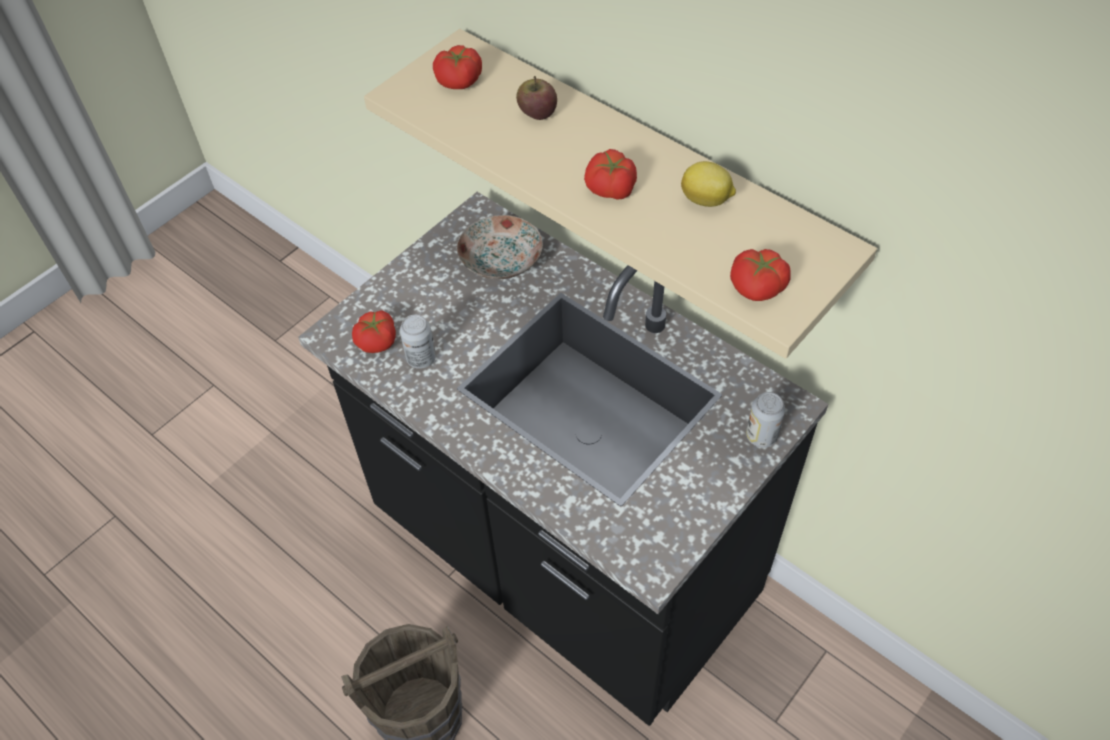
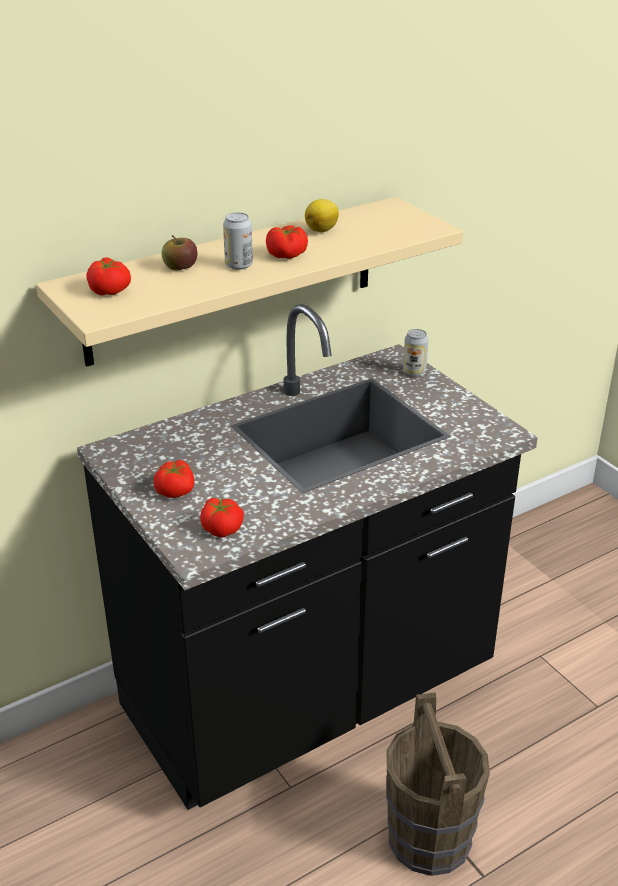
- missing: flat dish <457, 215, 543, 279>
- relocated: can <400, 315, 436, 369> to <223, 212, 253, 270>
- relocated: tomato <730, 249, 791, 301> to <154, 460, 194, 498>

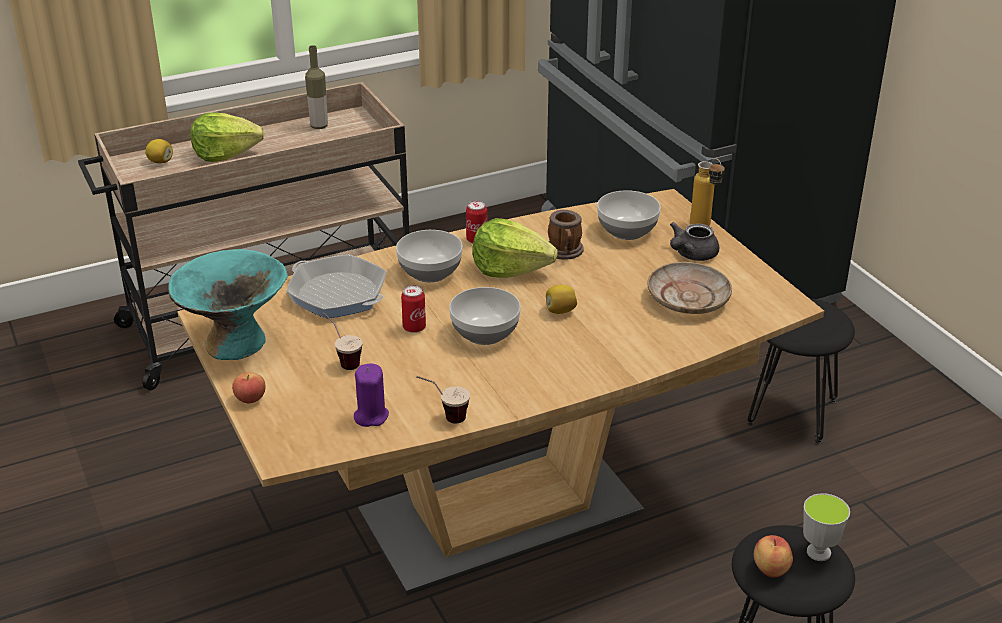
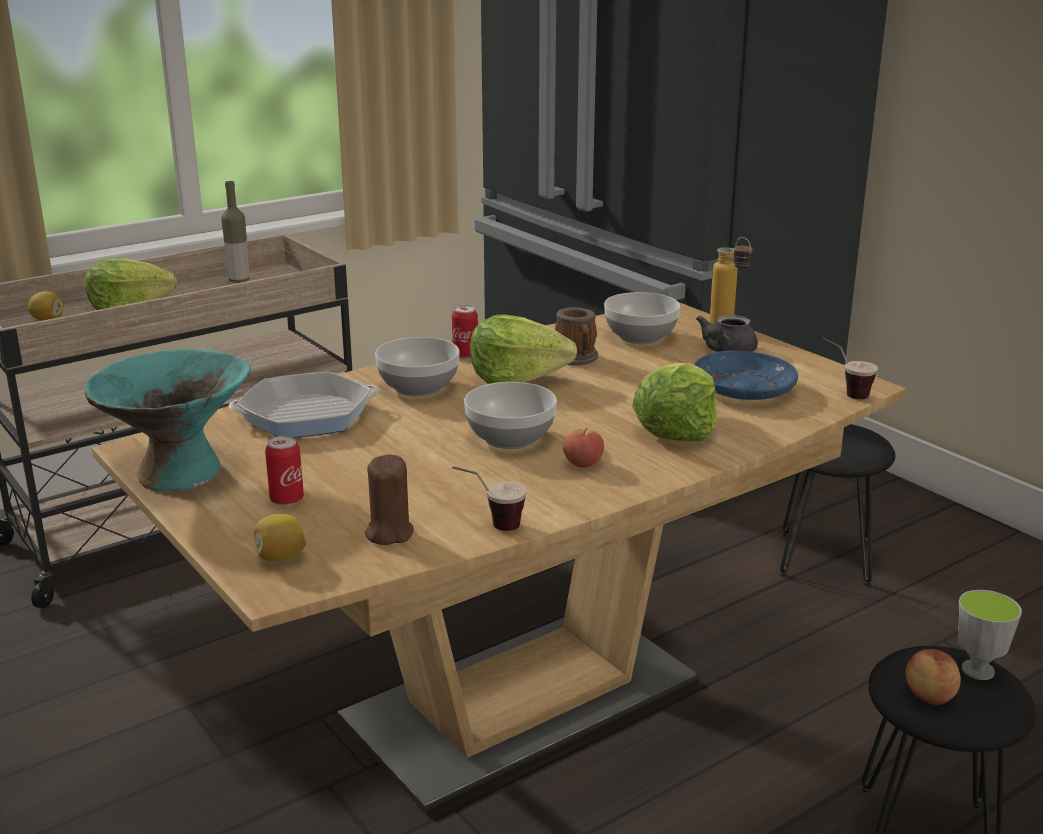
- appeared: head of lettuce <632, 363, 718, 441>
- relocated: apple fruit <232, 372, 266, 403> to <563, 428, 604, 467>
- relocated: cup <323, 313, 363, 370> to <822, 337, 878, 399>
- relocated: can <401, 285, 426, 333> to <265, 436, 304, 506>
- relocated: citrus fruit <546, 285, 577, 314> to <254, 514, 307, 562>
- colour: purplish candle <354, 363, 389, 427> to brown candle <365, 454, 414, 545>
- colour: beige flat dish <647, 262, 732, 314> to blue flat dish <694, 351, 798, 400>
- spun: frying pan <286, 254, 386, 319> = <229, 372, 379, 438> 135 degrees clockwise

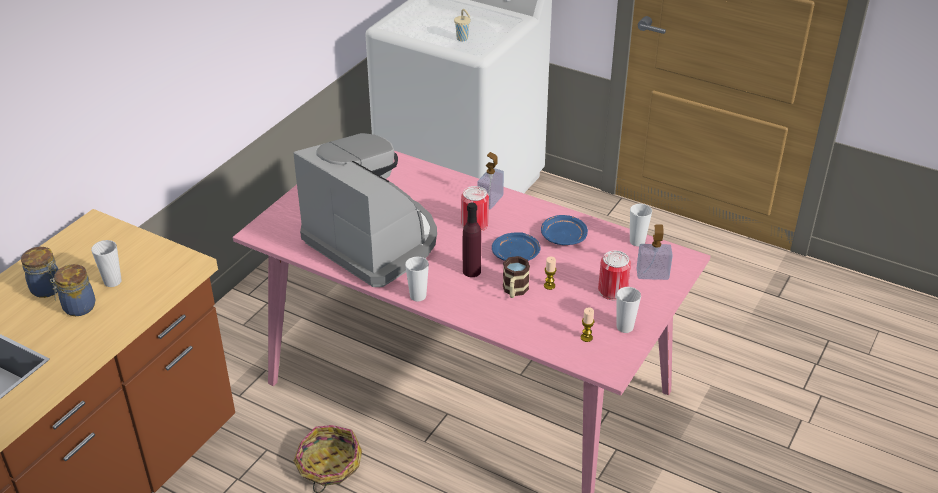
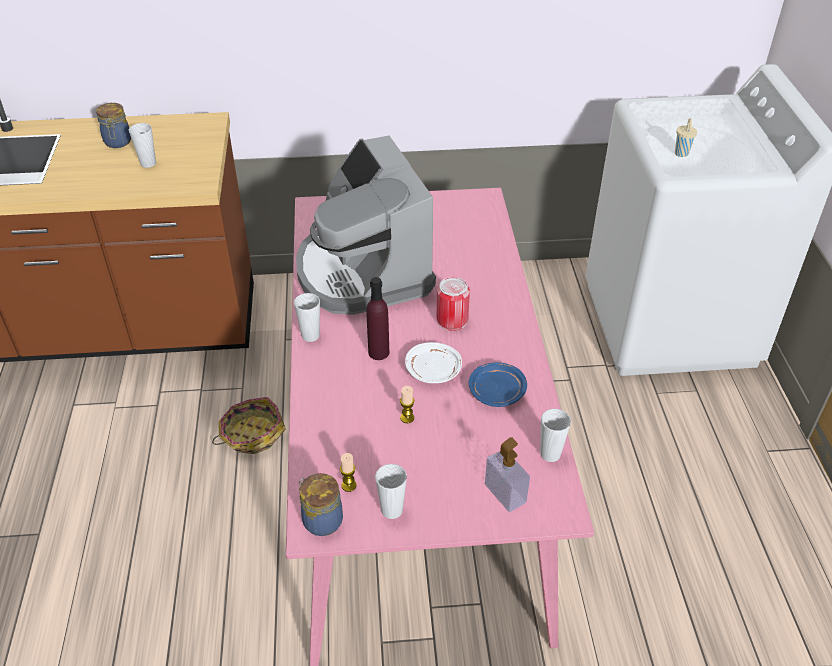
- missing: liquid soap bottle <477, 152, 504, 209>
- missing: coffee mug <503, 256, 530, 298>
- missing: can <598, 251, 631, 300>
- relocated: preserve jar <50, 264, 95, 316> to <299, 473, 343, 536>
- colour: blue flat dish <492, 232, 540, 261> to white-coloured flat dish <405, 342, 462, 383>
- spun: coffee brewer <293, 133, 437, 287> = <296, 136, 436, 315> 150 degrees clockwise

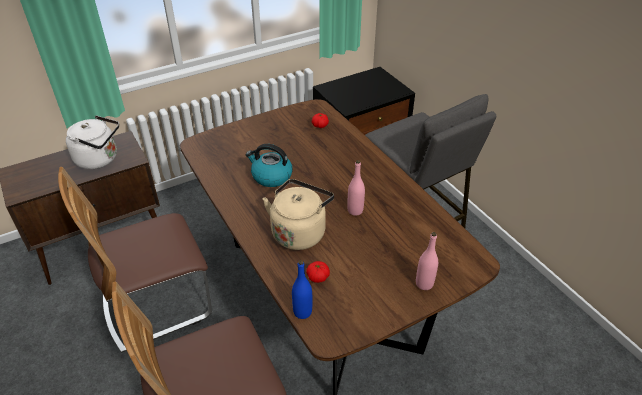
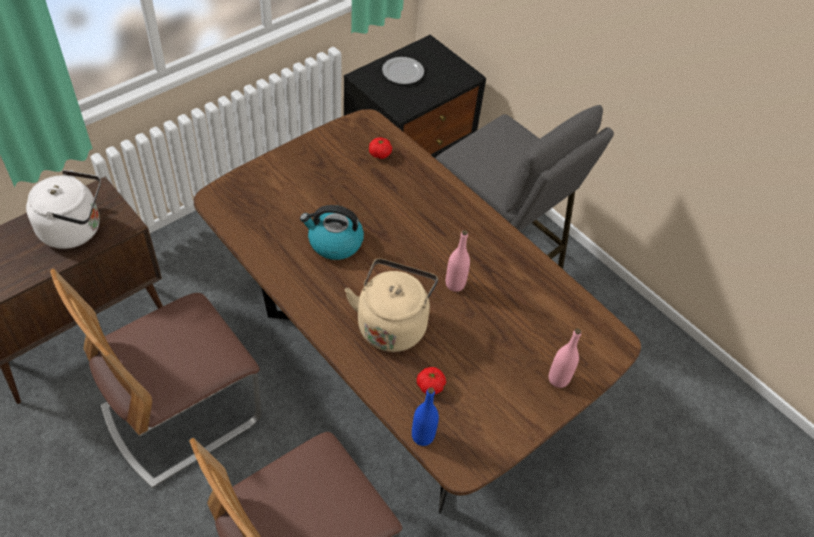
- appeared: flat dish <382, 57, 424, 84>

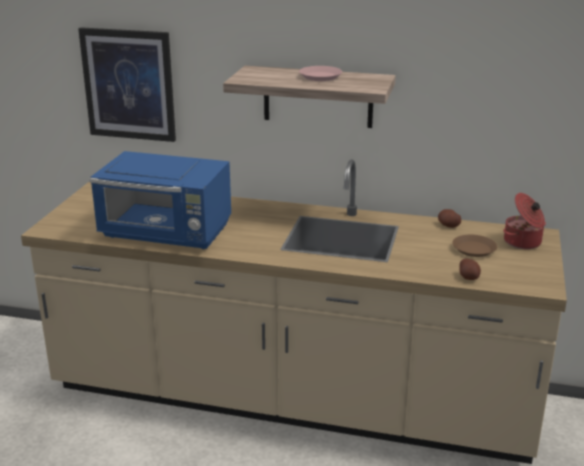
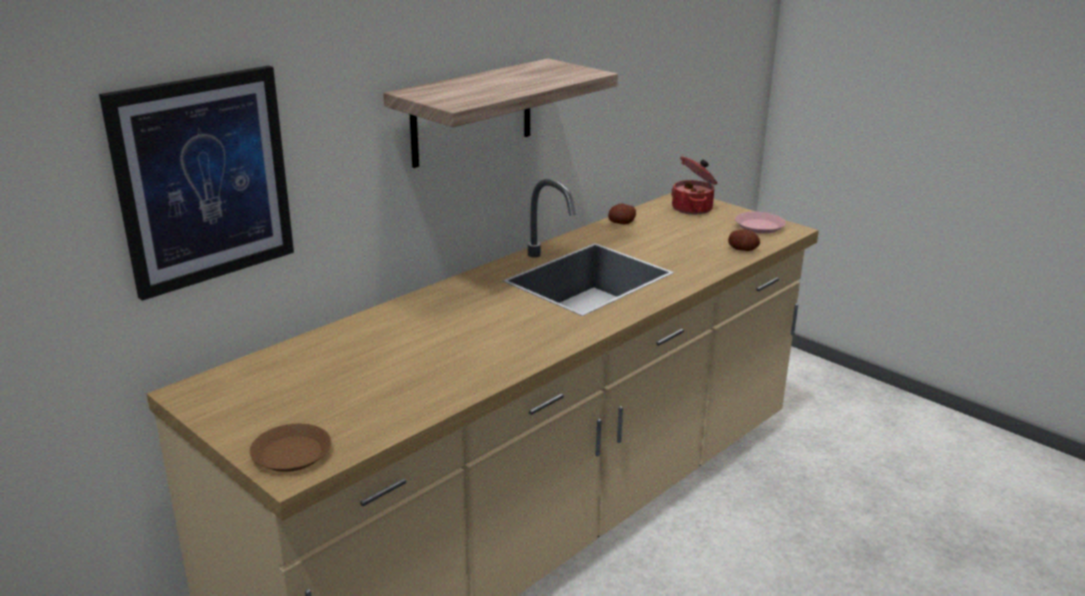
- missing: blue microwave <89, 151, 231, 249>
- relocated: pink-coloured flat dish <299, 66, 342, 81> to <735, 212, 786, 234>
- relocated: brown flat dish <452, 235, 497, 257> to <250, 423, 331, 472>

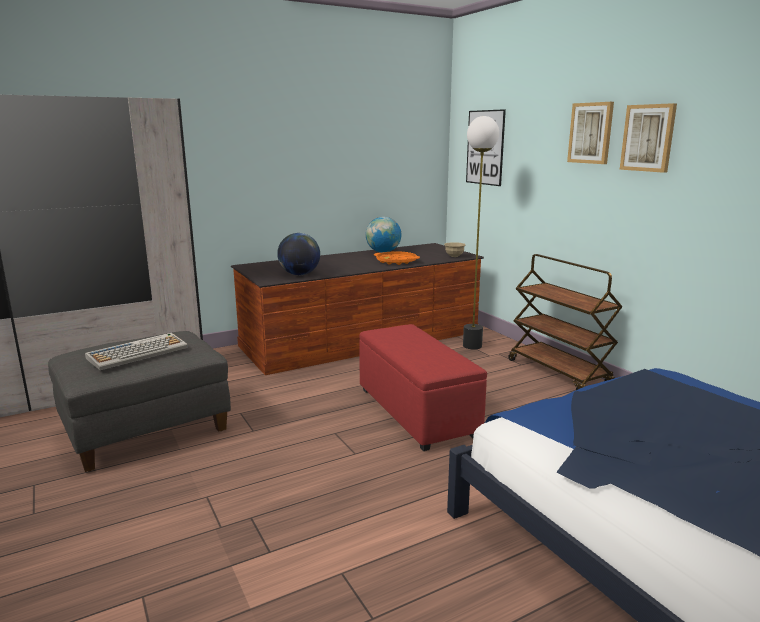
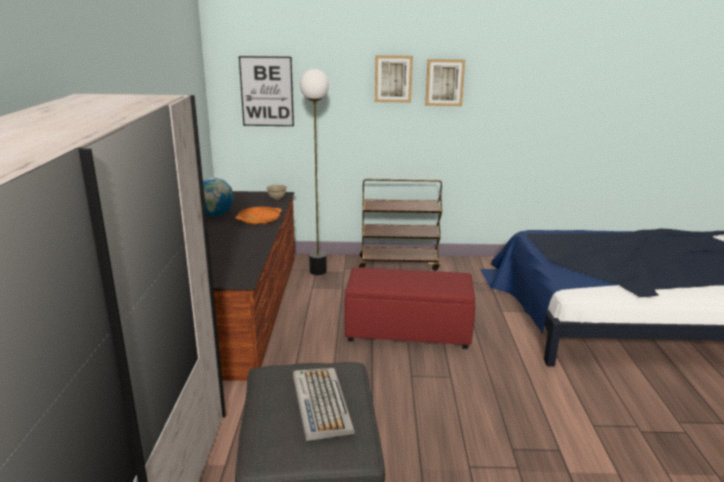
- missing: desk globe <277, 233, 320, 275>

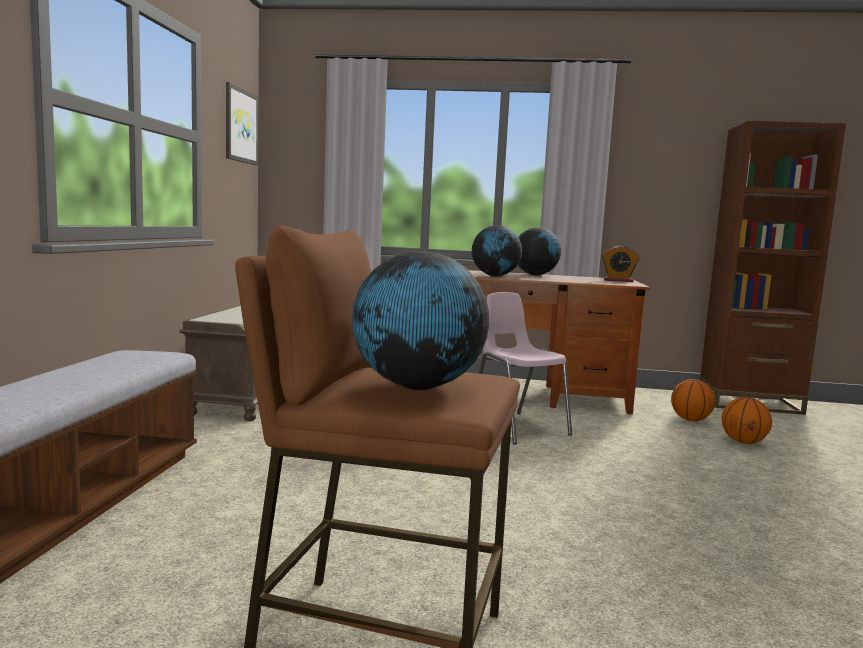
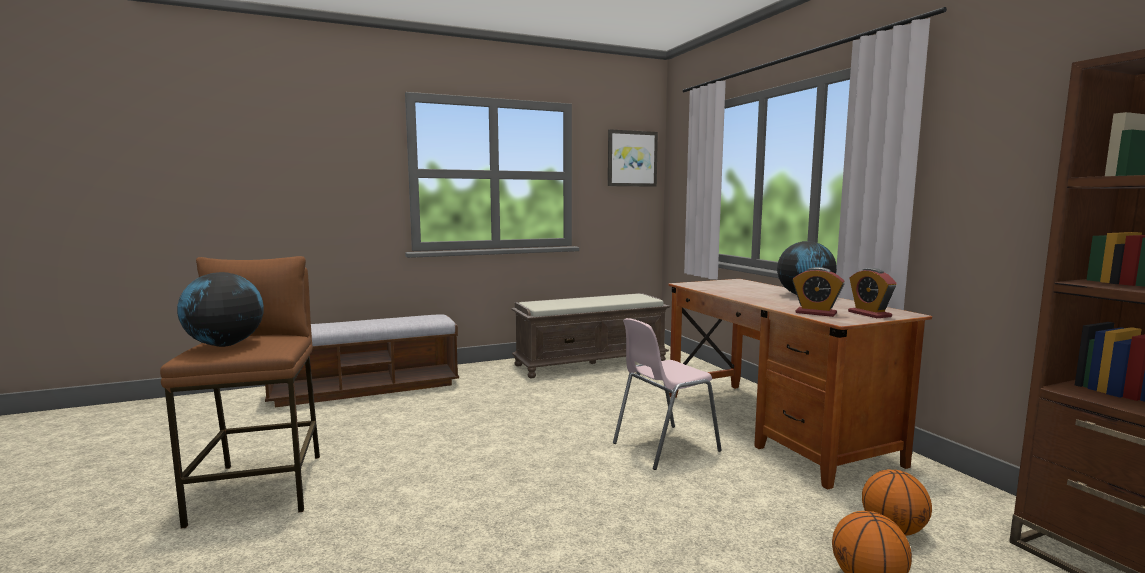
- missing: desk globe <472, 226, 522, 277>
- appeared: alarm clock <793, 267, 845, 317>
- spun: pink-coloured upright chair <479, 292, 572, 445> = <613, 318, 722, 470> 150 degrees counterclockwise

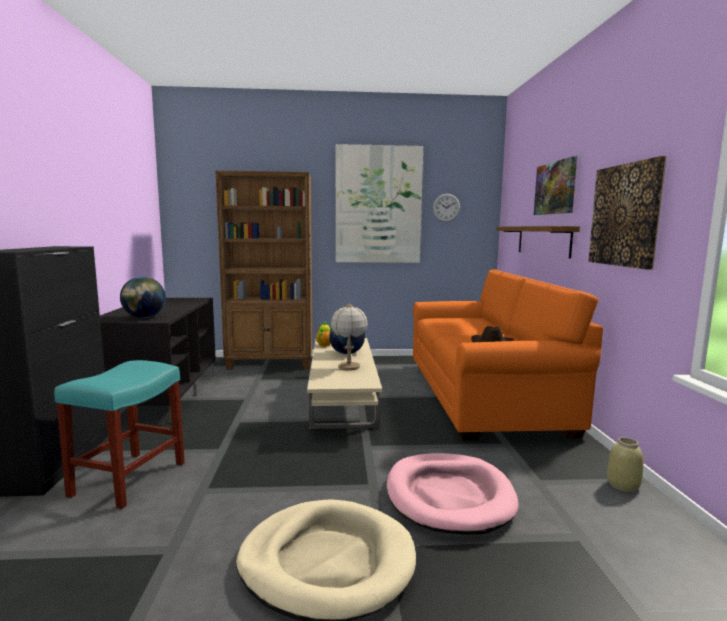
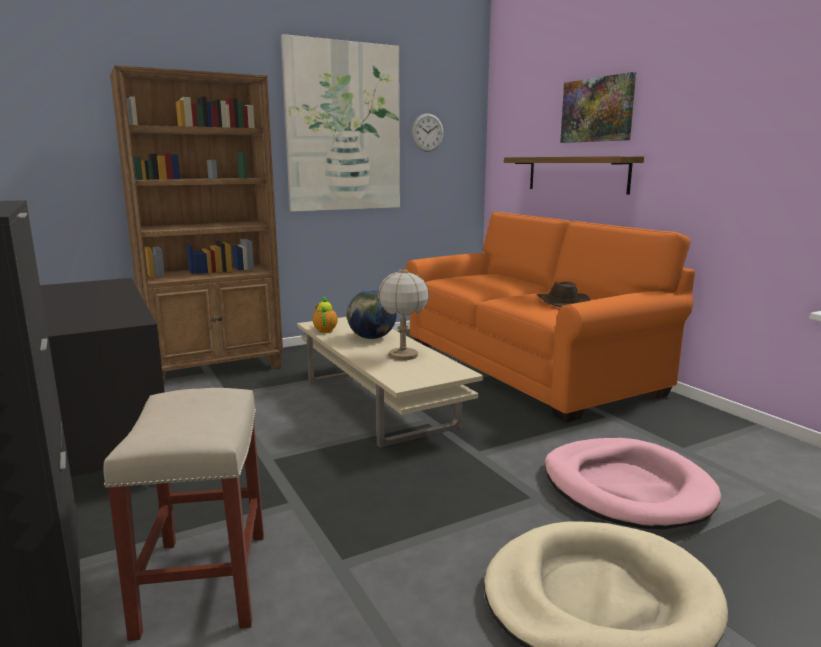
- missing: desk globe <120, 277, 166, 318>
- missing: wall picture <588, 156, 666, 270>
- missing: beige flower vase <607, 437, 644, 492>
- colour: turquoise stool seat <54, 360, 185, 509> to beige stool seat <103, 388, 264, 641>

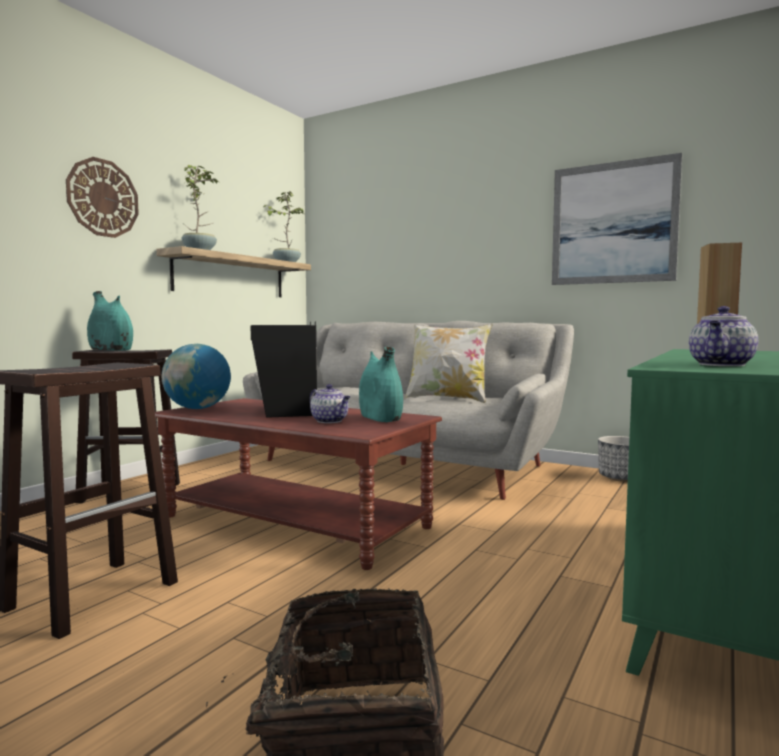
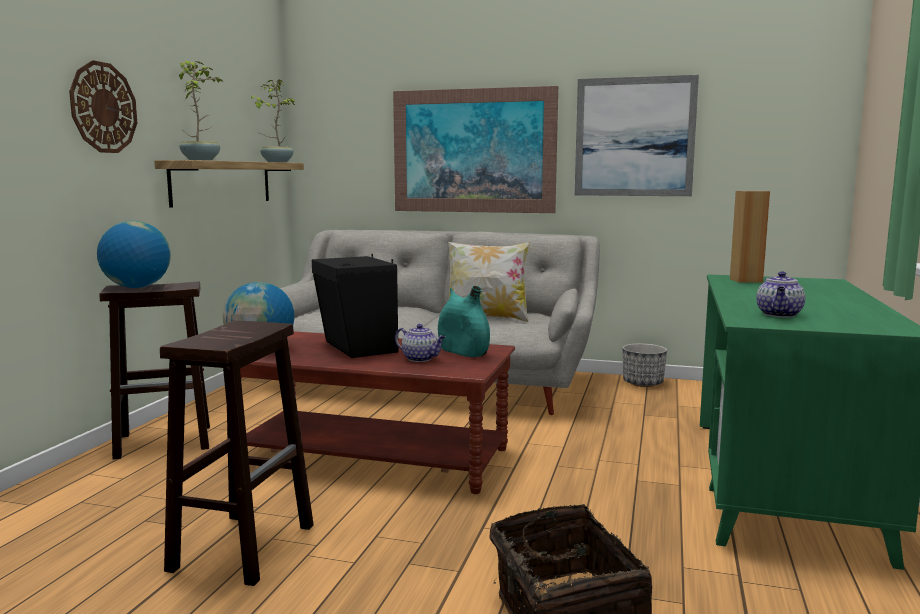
- appeared: wall picture <393, 86, 558, 213>
- exchanged: turquoise flower vase <87, 291, 133, 351> to desk globe <97, 221, 171, 288>

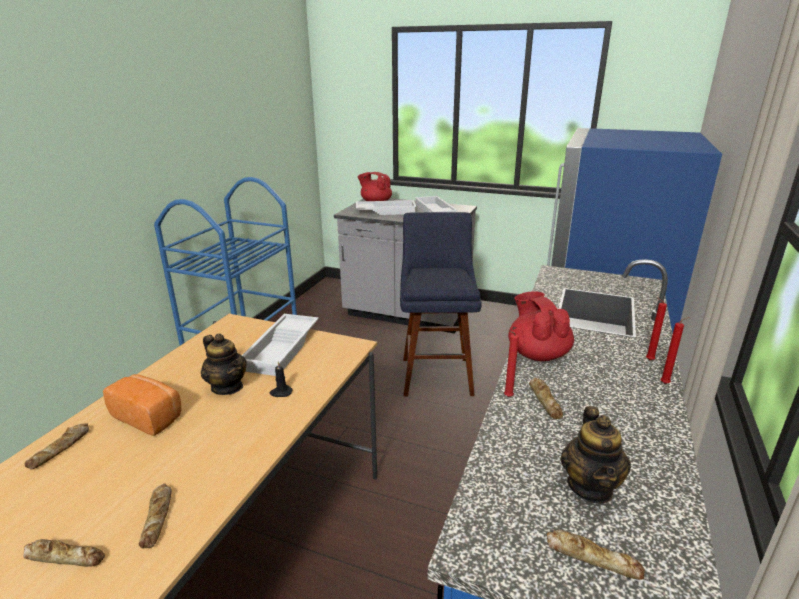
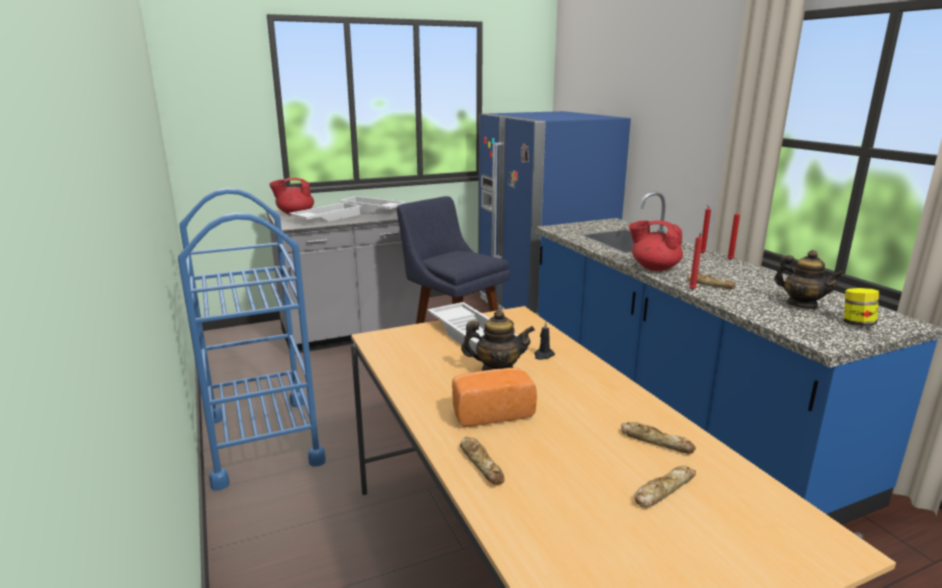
- exchanged: bread <547, 530, 645, 580> to preserve jar <844, 288, 879, 326>

